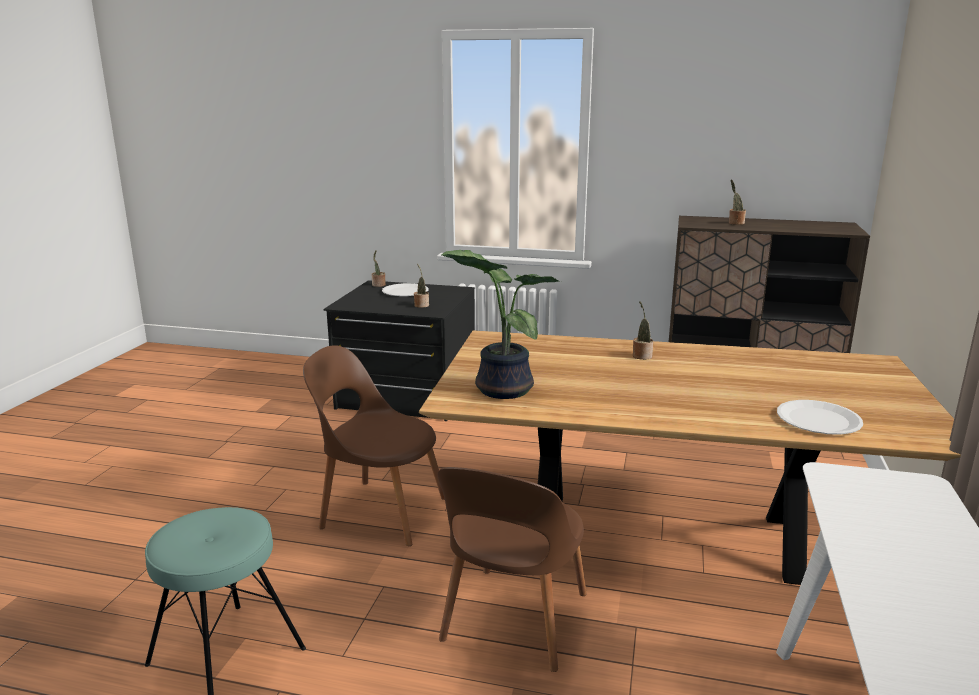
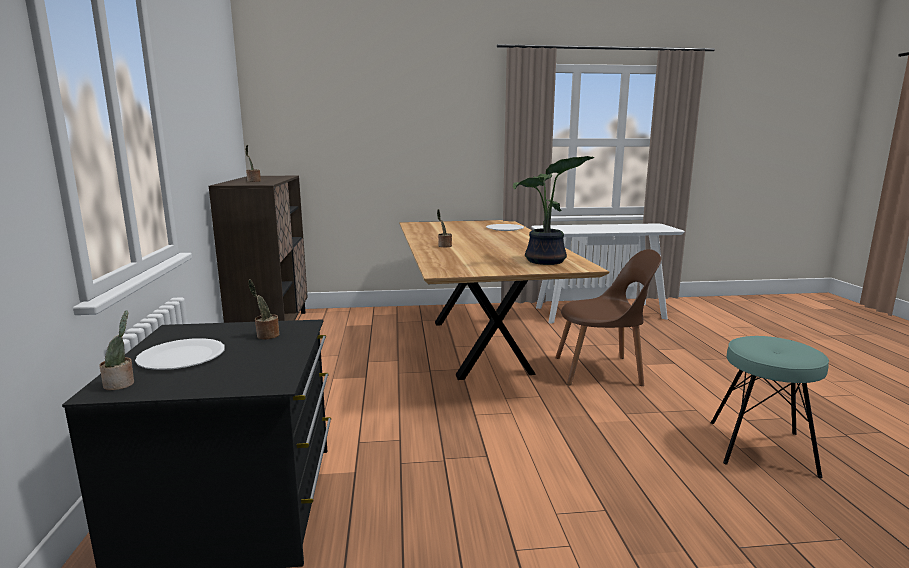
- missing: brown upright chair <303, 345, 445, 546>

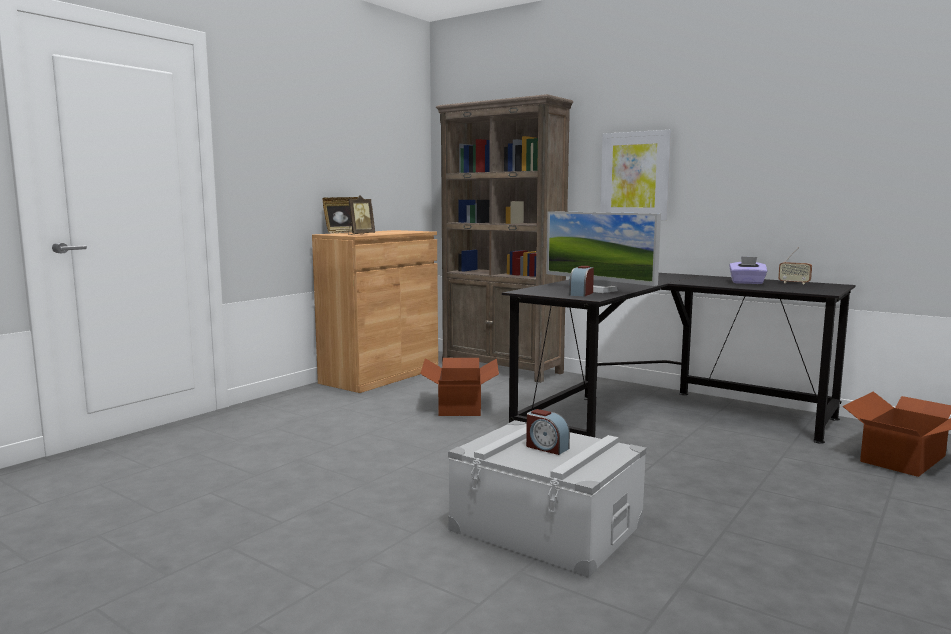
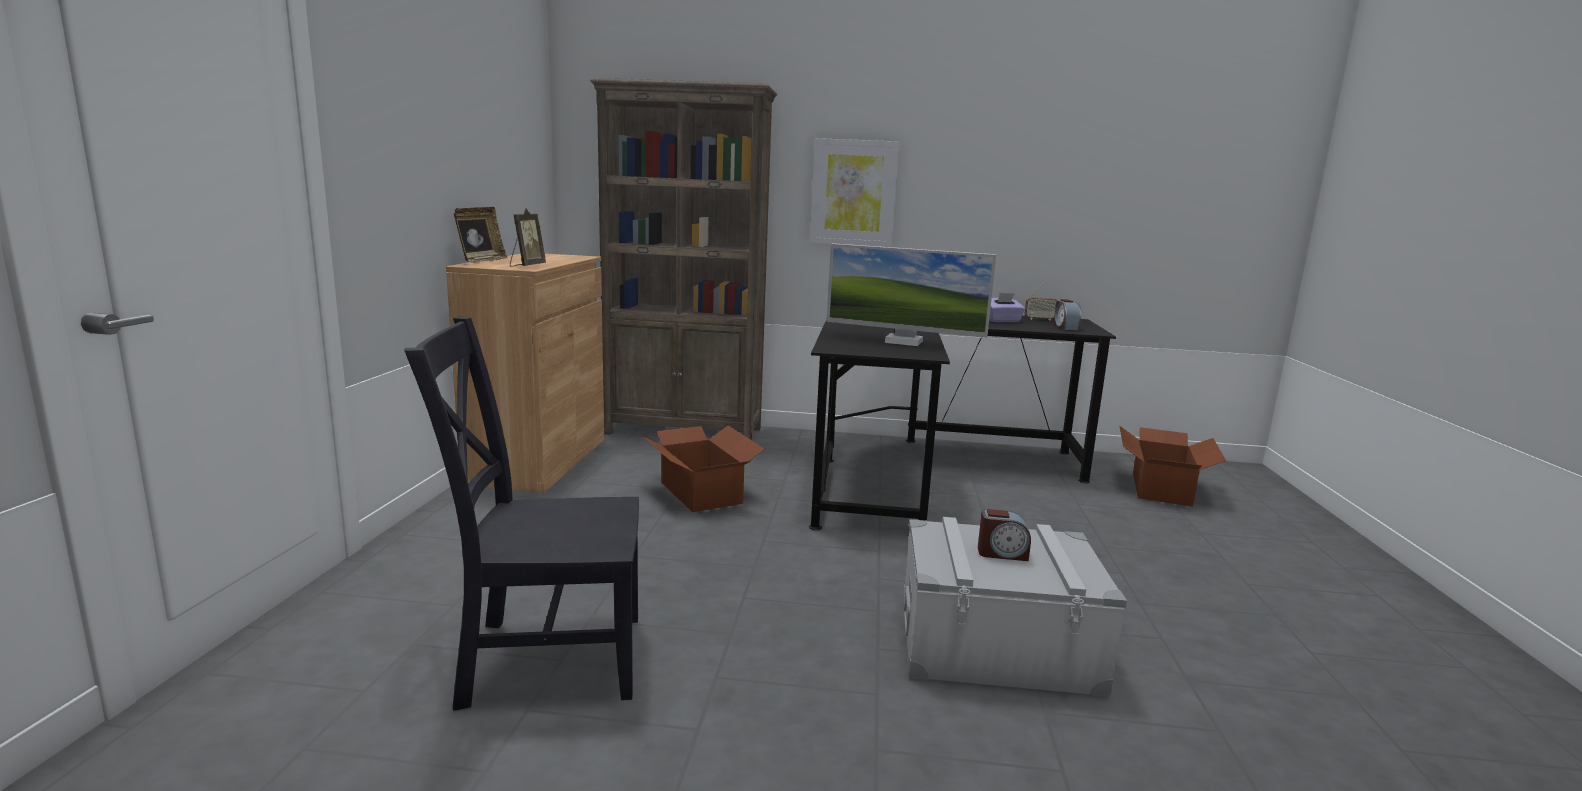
- appeared: black upright chair <404, 317, 639, 711>
- relocated: alarm clock <569, 266, 594, 297> to <1053, 299, 1081, 330>

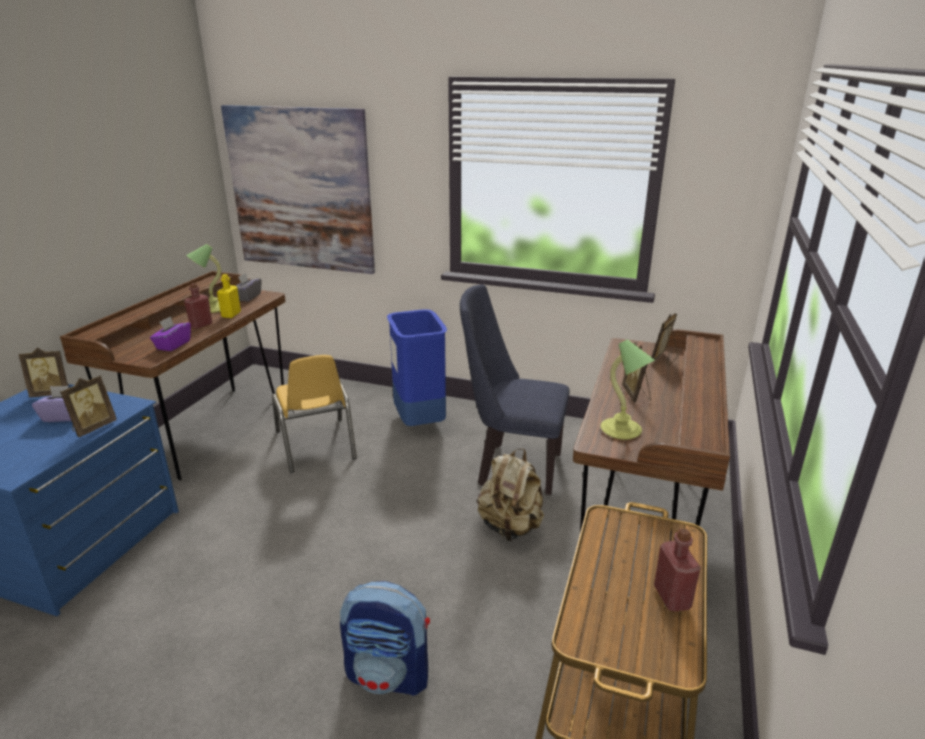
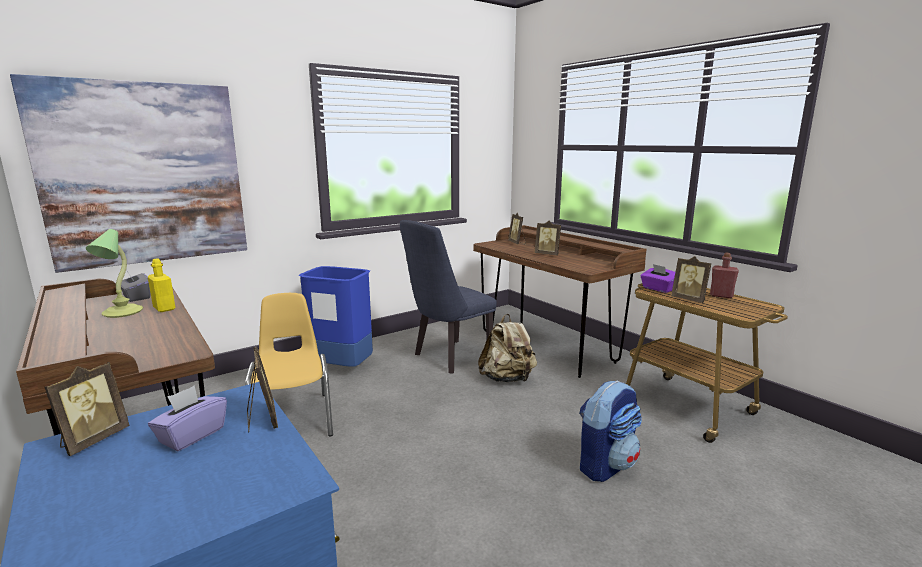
- missing: reddish beverage bottle <184, 283, 212, 329>
- missing: tabletop lamp <601, 339, 655, 440>
- appeared: standing frame <671, 256, 712, 303>
- relocated: purplish tissue holder <150, 316, 191, 351> to <641, 264, 675, 293>
- spun: yellow-coloured upright chair <272, 355, 357, 473> = <245, 293, 333, 436> 120 degrees counterclockwise

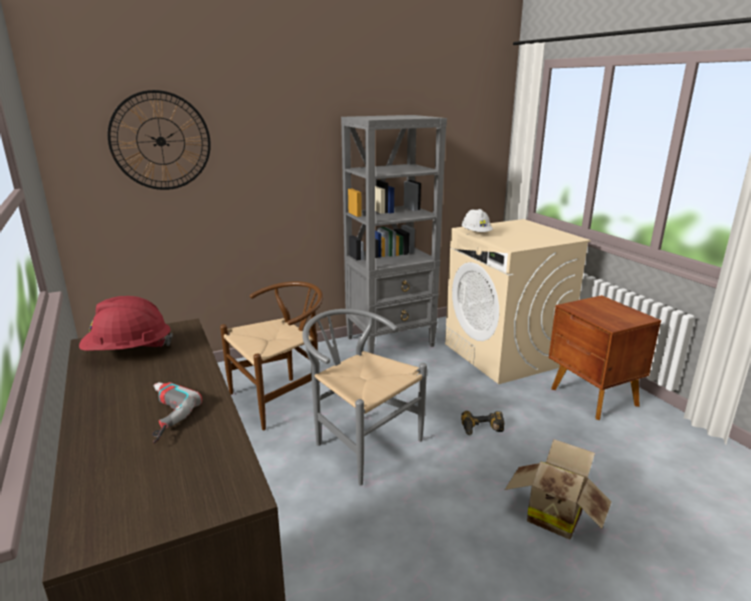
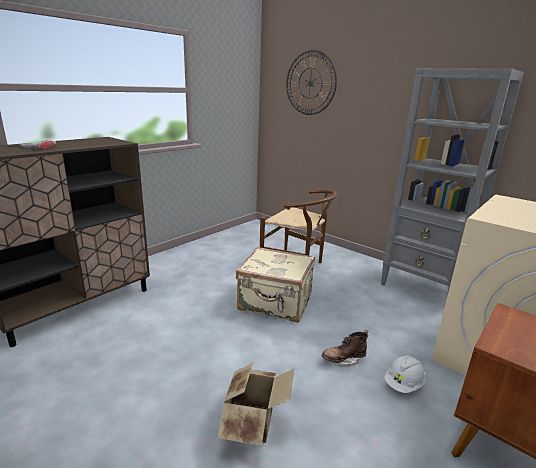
- missing: reddish safety helmet <79, 296, 173, 351>
- relocated: white-coloured safety helmet <461, 209, 493, 232> to <384, 355, 426, 393>
- exchanged: greyish upright chair <302, 309, 427, 486> to beige piece of luggage <236, 247, 315, 323>
- exchanged: electric drill <461, 411, 504, 435> to brown tall boot <322, 330, 369, 367>

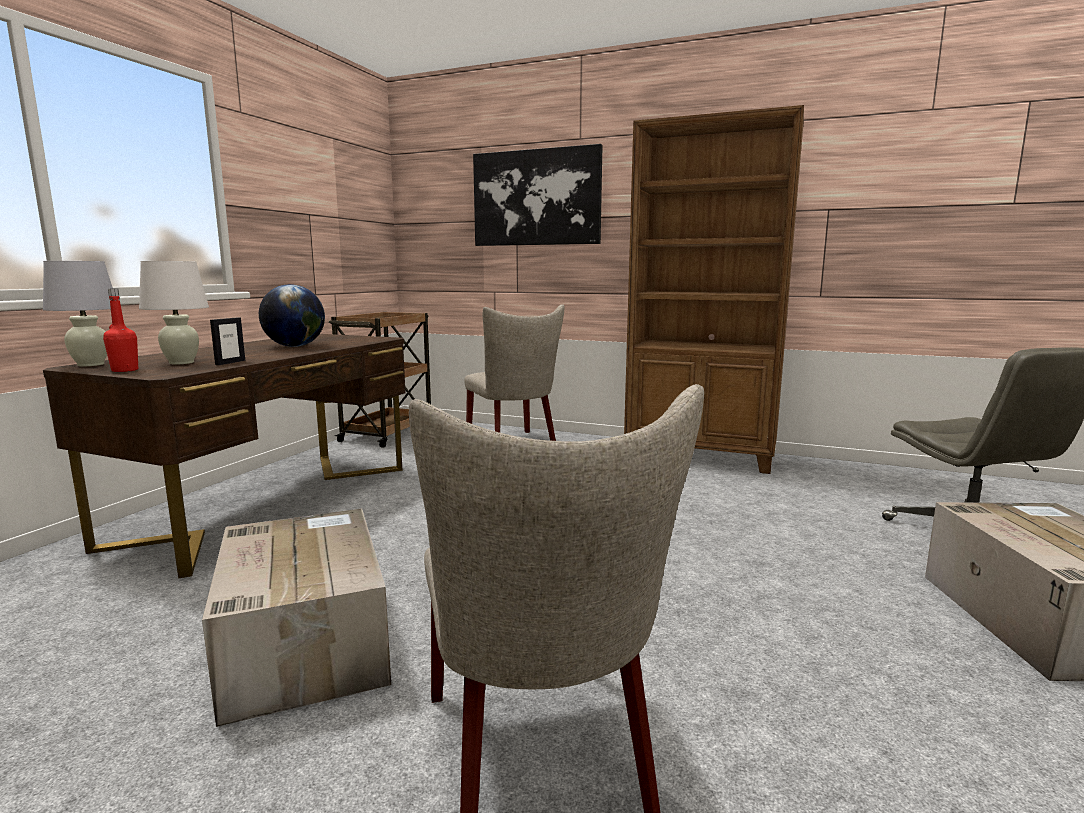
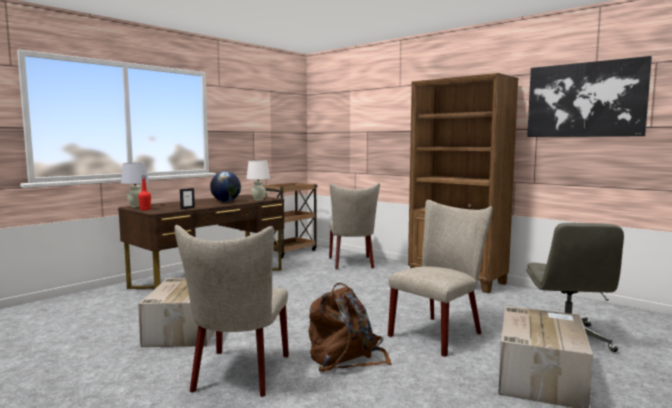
- appeared: brown backpack <308, 283, 392, 372>
- appeared: beige upright chair <388, 200, 493, 357>
- relocated: white-coloured tabletop lamp <139, 261, 209, 365> to <246, 160, 270, 201>
- relocated: wall picture <473, 144, 603, 246> to <527, 56, 652, 137>

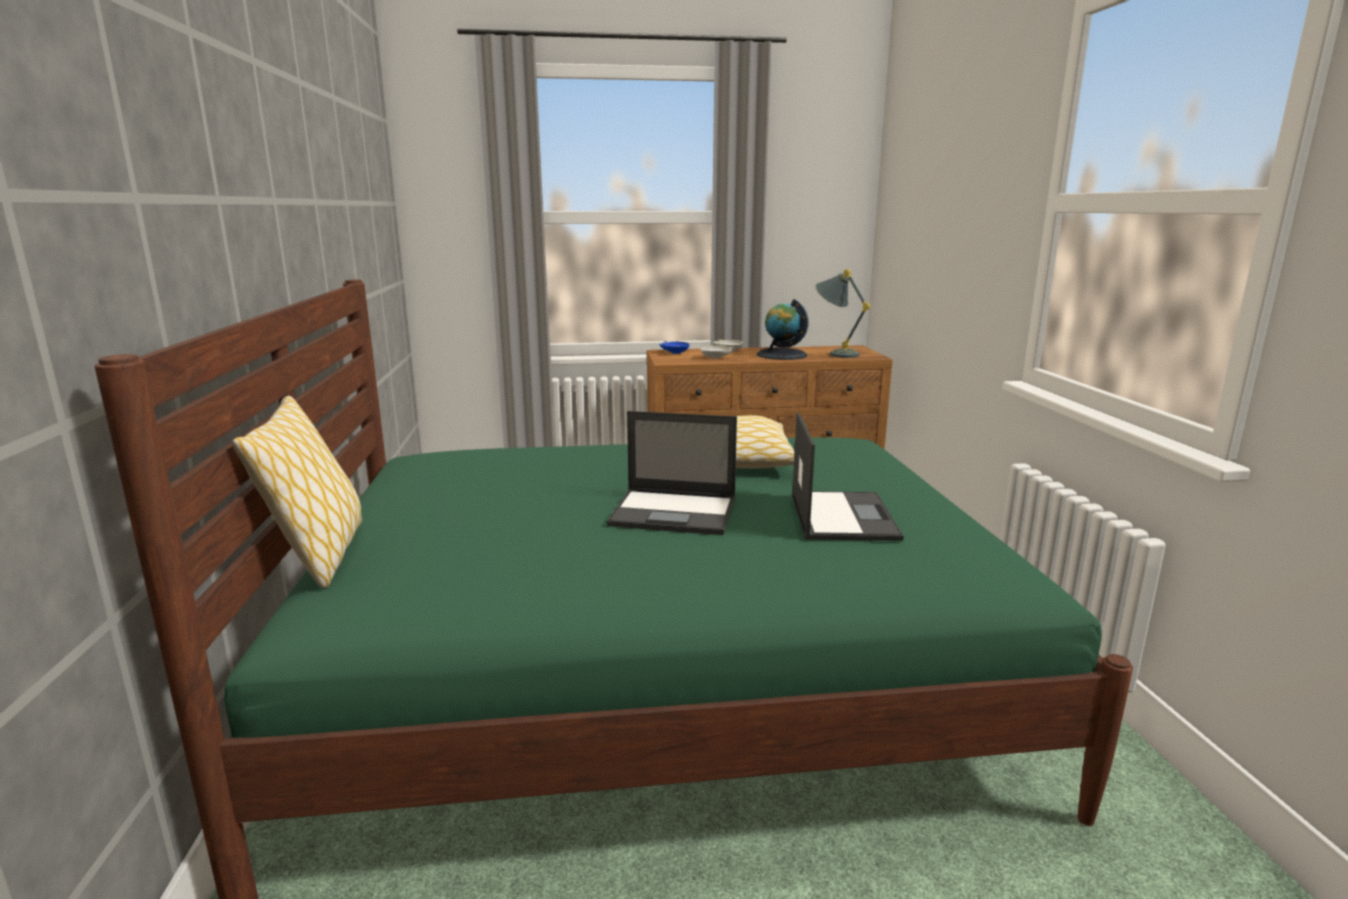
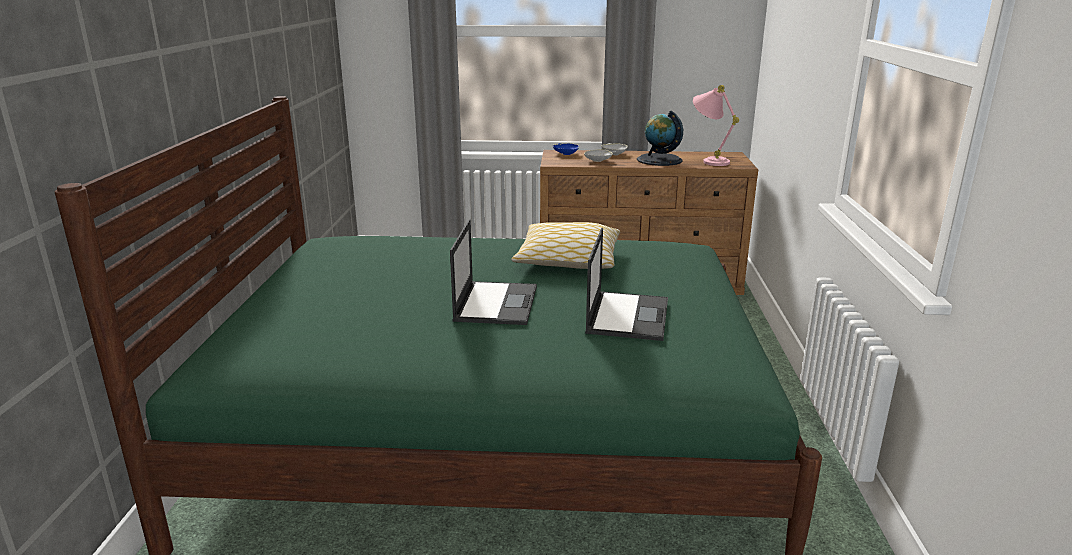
- missing: cushion <232, 396, 362, 588>
- colour: greyish tabletop lamp <816, 269, 870, 358> to pink-coloured tabletop lamp <693, 85, 739, 166>
- spun: laptop <607, 411, 737, 535> = <450, 219, 537, 325> 105 degrees counterclockwise

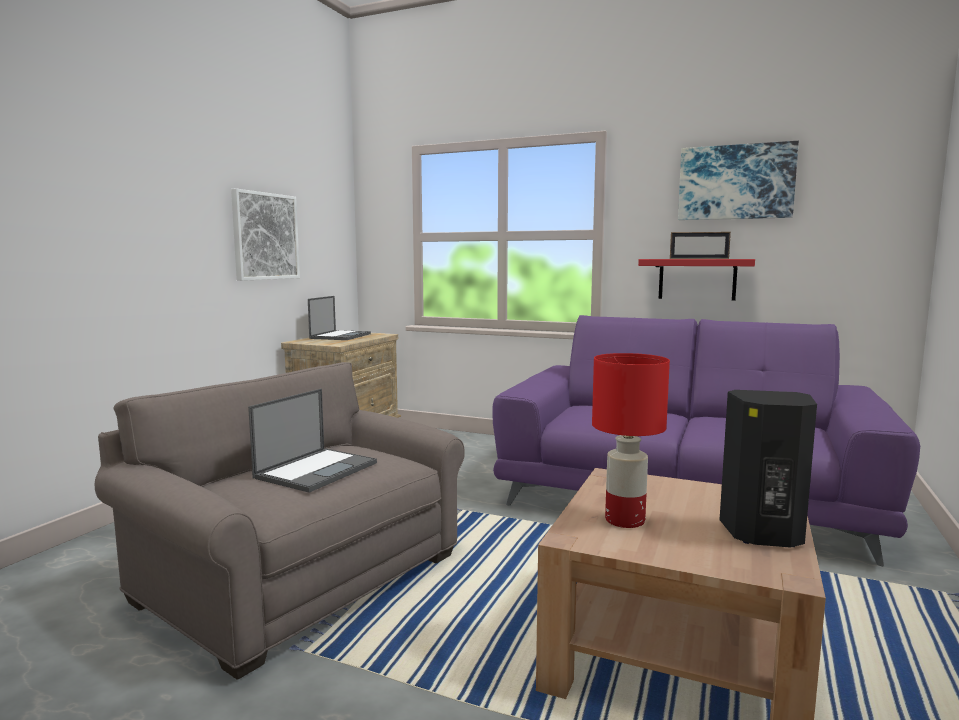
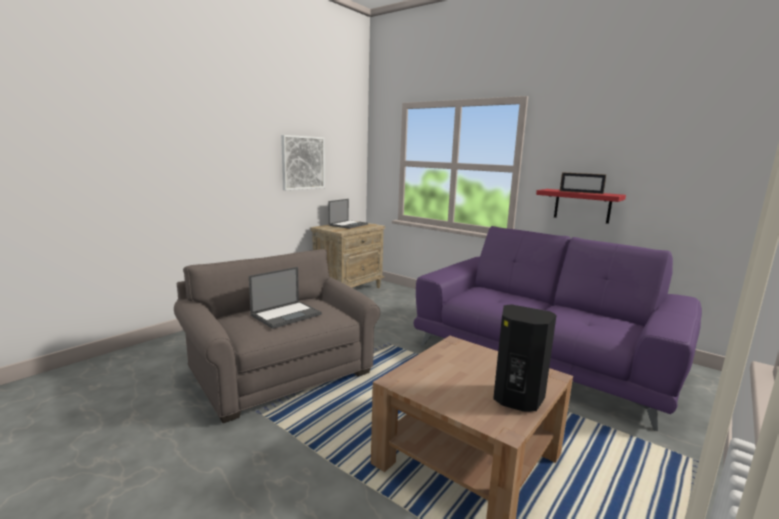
- missing: reddish tabletop lamp <592, 353, 670, 528>
- missing: wall picture <678, 141, 799, 220>

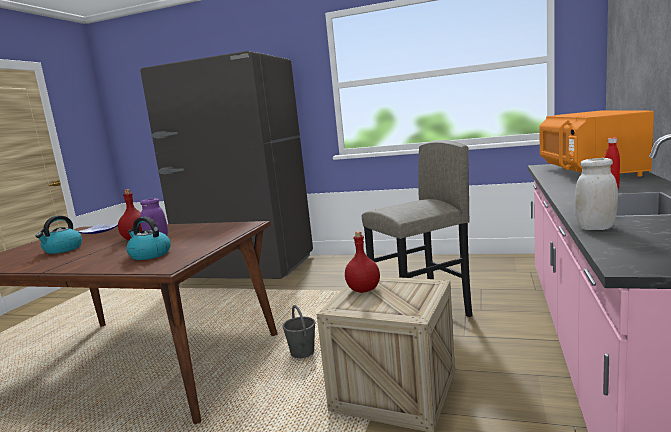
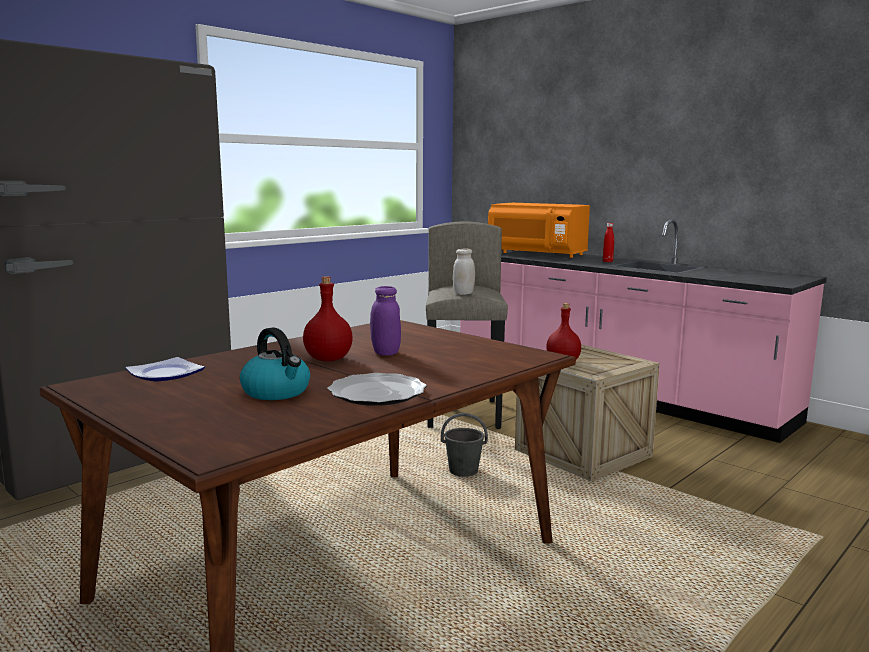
- missing: water kettle <126, 217, 171, 260>
- appeared: flat dish <327, 373, 427, 406>
- relocated: white-coloured preserve jar <574, 158, 618, 230> to <453, 249, 475, 295>

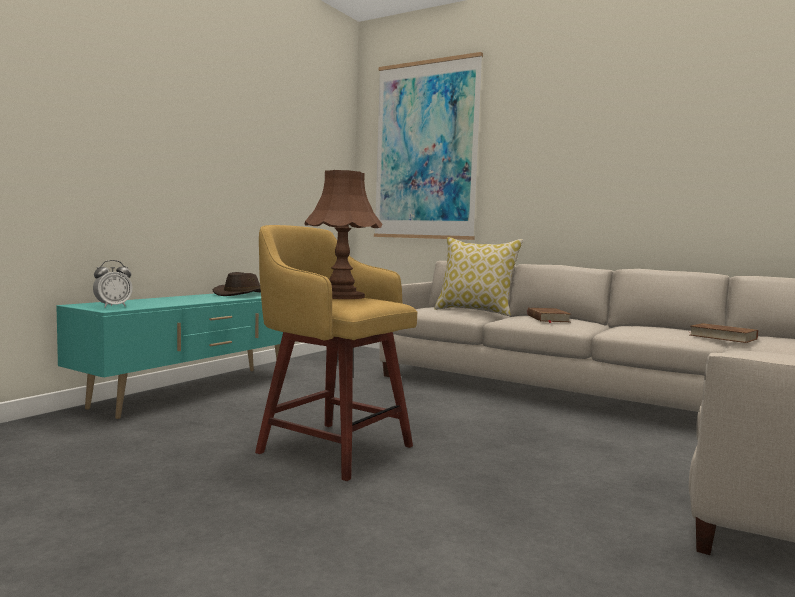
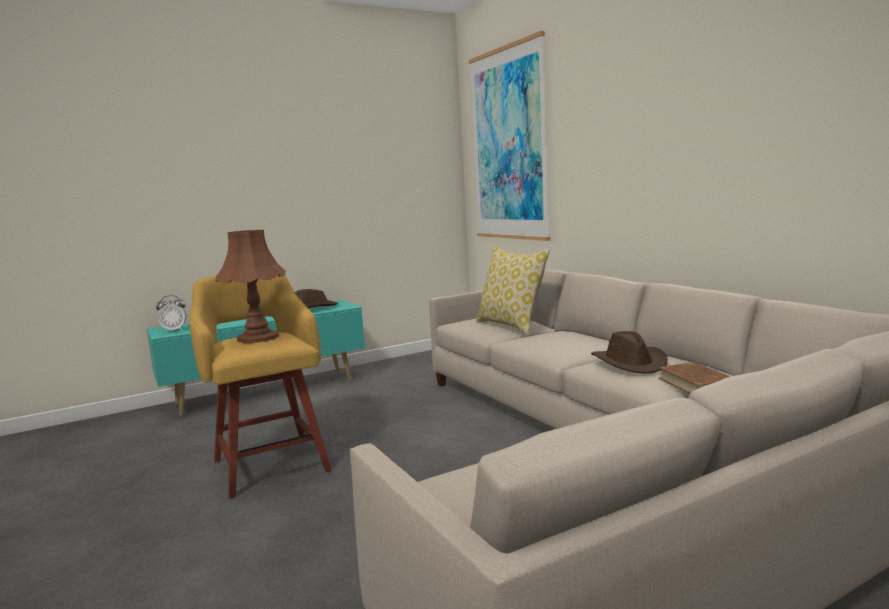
- missing: brown bound book <527, 308, 571, 323>
- appeared: brown clothing hat <591, 331, 668, 373>

